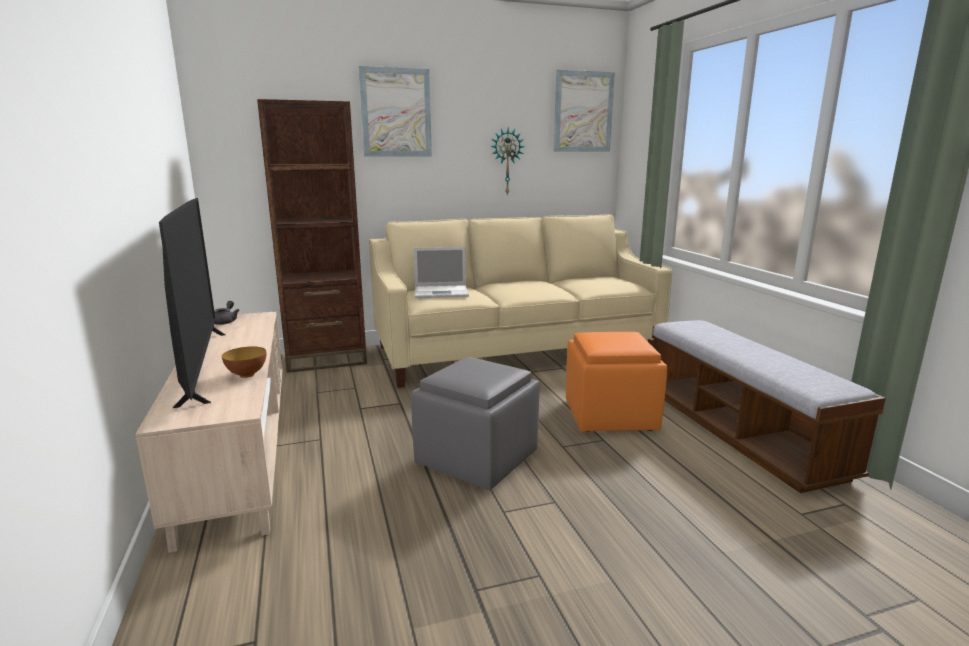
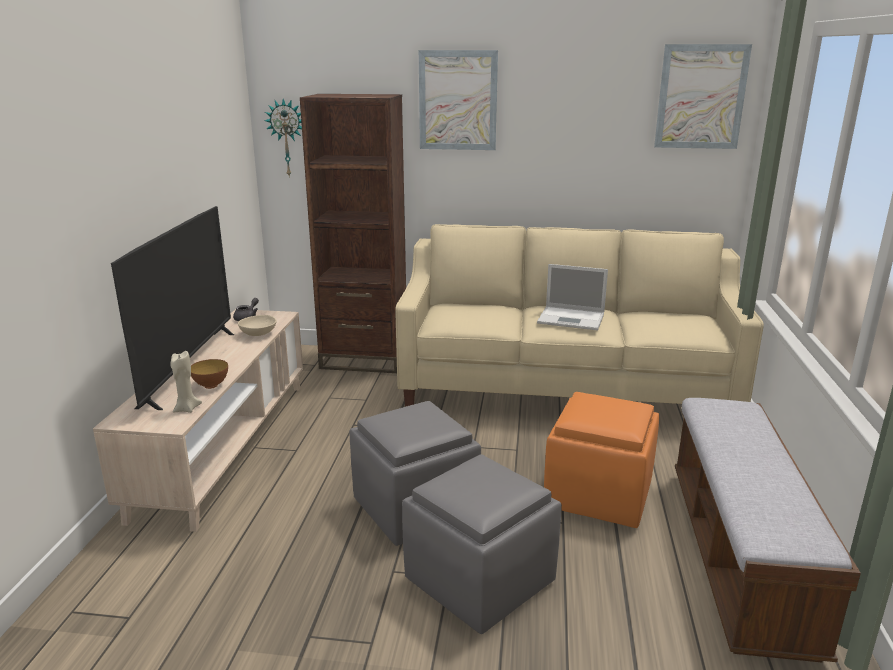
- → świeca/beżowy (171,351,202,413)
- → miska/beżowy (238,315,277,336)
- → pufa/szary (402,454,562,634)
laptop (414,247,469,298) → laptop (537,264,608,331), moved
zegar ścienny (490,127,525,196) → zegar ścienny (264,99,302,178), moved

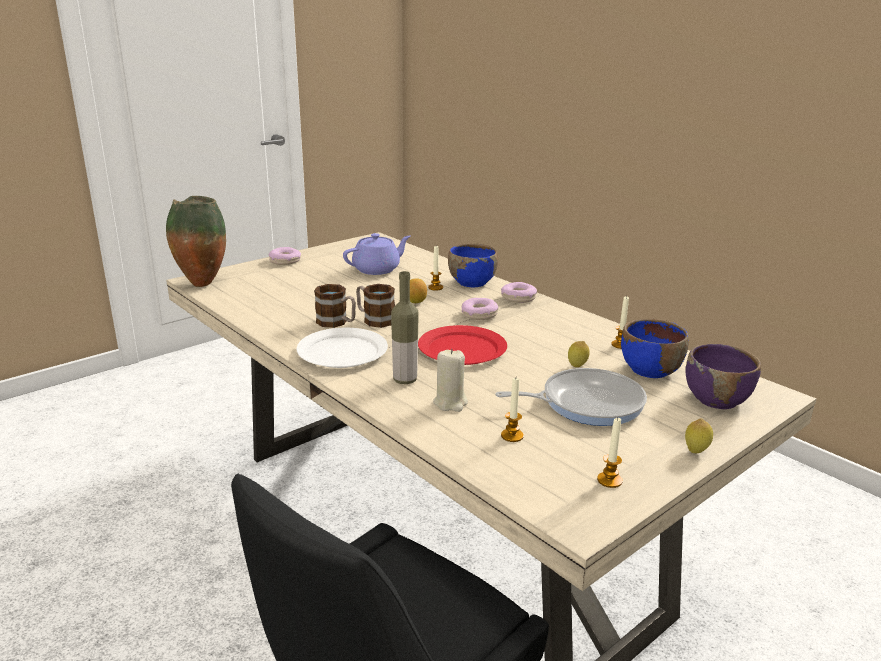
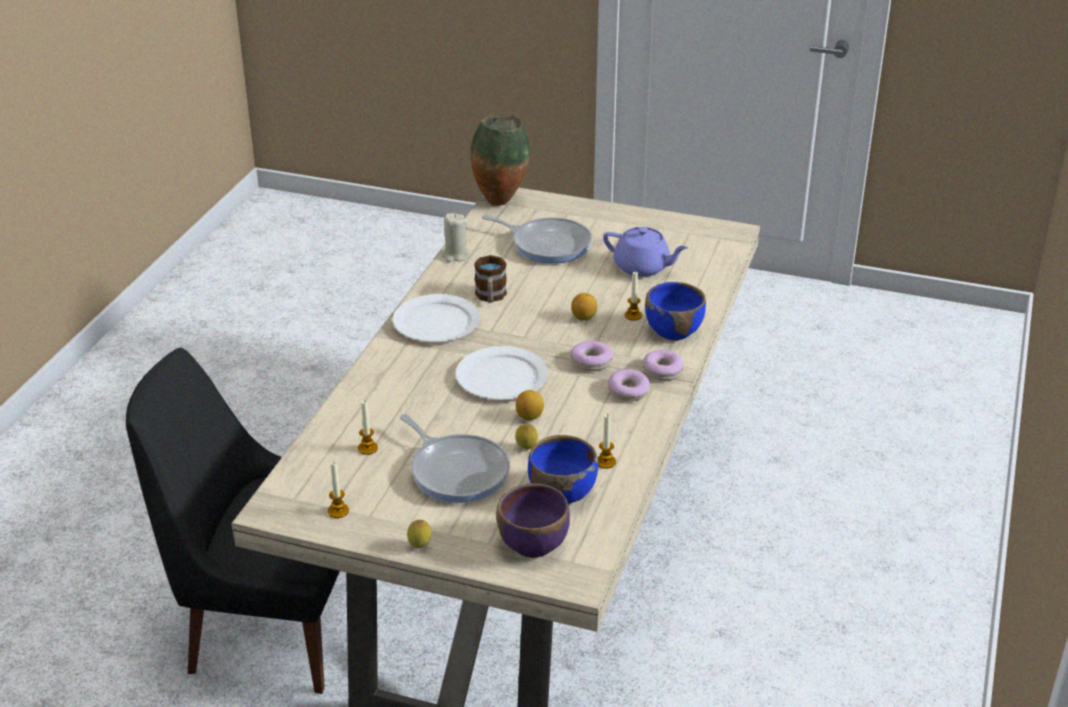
kubek (356,284,395,328) → -
butelka (391,271,419,384) → -
- → patelnia (482,215,592,264)
- → cytryna (516,390,544,420)
donut (269,247,301,265) → donut (608,369,650,401), moved
świeca/beżowy (433,349,468,412) → świeca/beżowy (441,213,471,262), moved
talerz/czerwony (418,325,507,365) → talerz/biały (456,346,548,399)

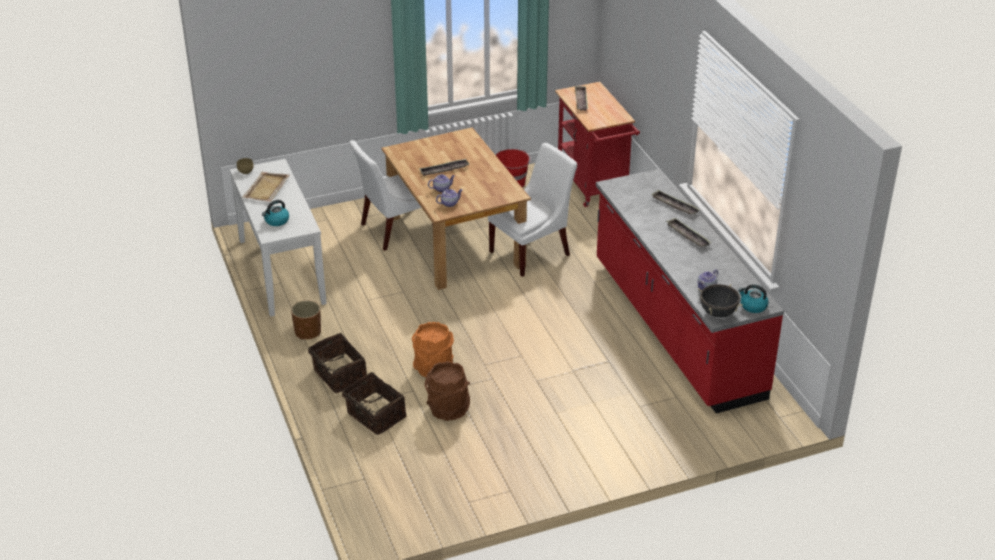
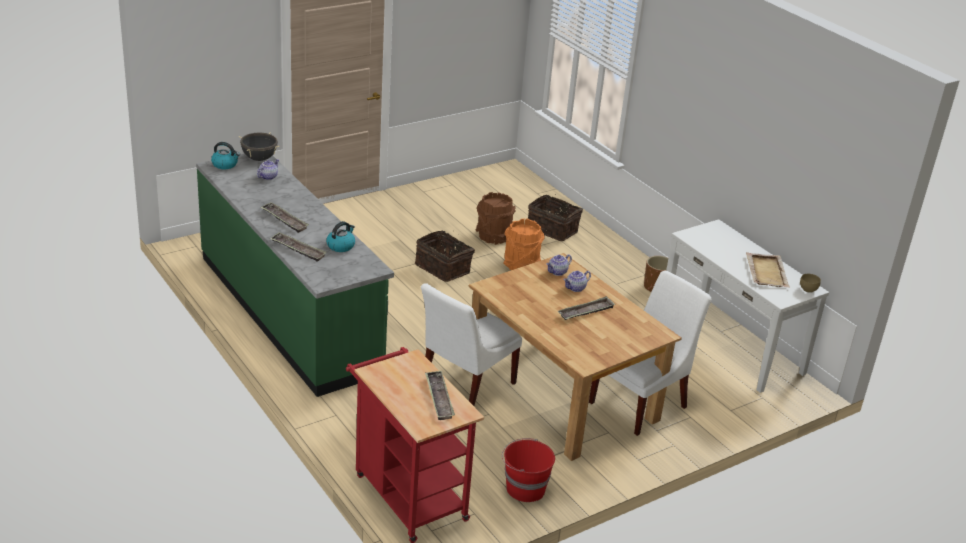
czajnik (262,200,289,226) → czajnik (326,221,355,252), moved
koszyk (308,333,367,393) → koszyk (415,230,475,282), moved
zabudowa kuchenna/czerwony (596,169,784,413) → zabudowa kuchenna/zielony (196,154,394,397)

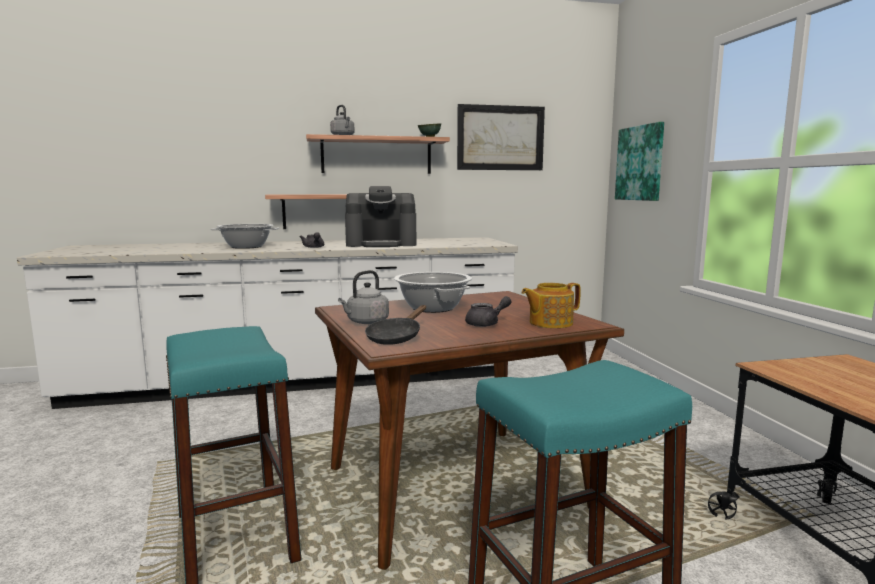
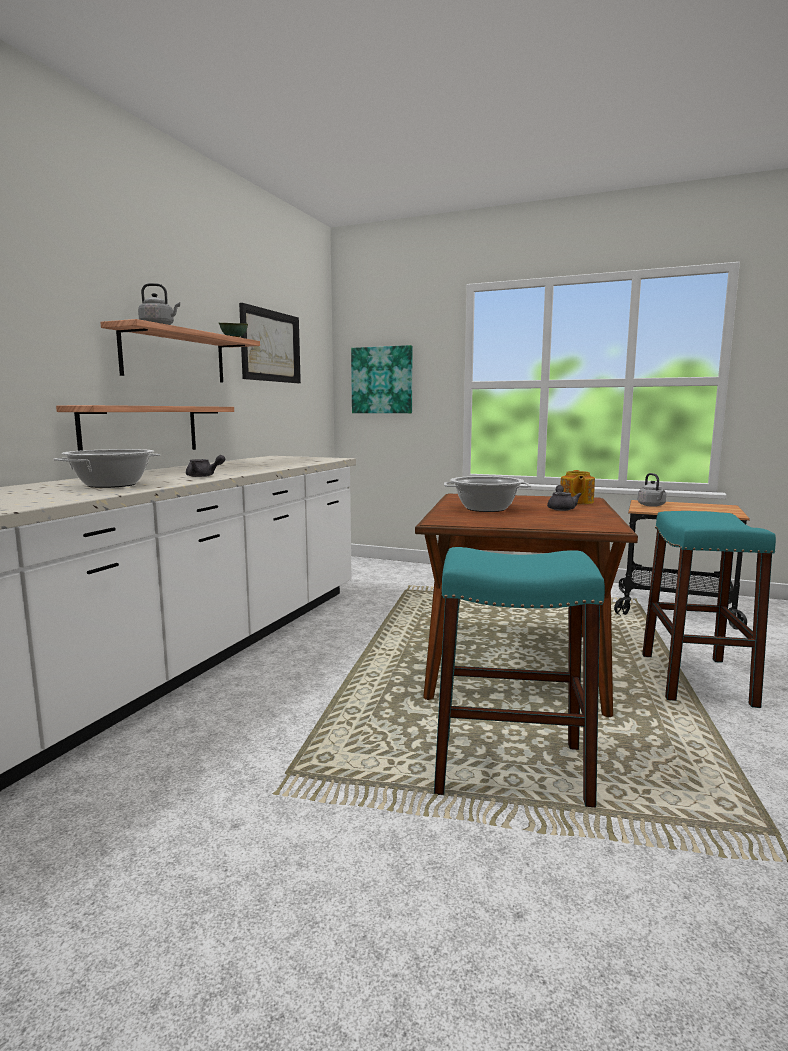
ekspres do kawy (345,186,416,247) → -
patelnia/czarny (365,305,426,345) → -
czajnik/szary (338,270,389,324) → czajnik/szary (638,473,666,507), moved

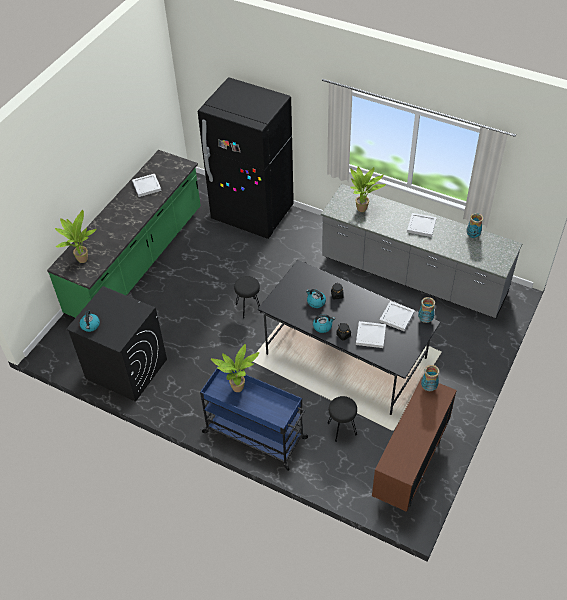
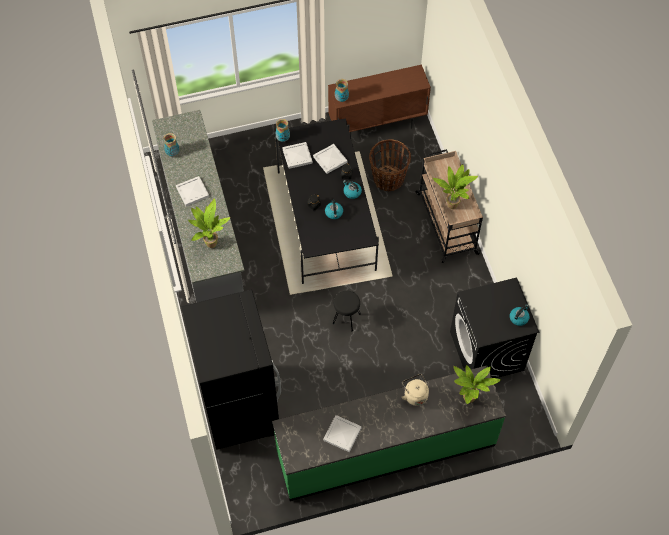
- → czajnik/beżowy (402,374,429,406)
stołek/czarny (328,396,357,442) → koszyk (369,139,411,191)
wózek/niebieski (200,368,308,471) → wózek/beżowy (416,149,483,263)

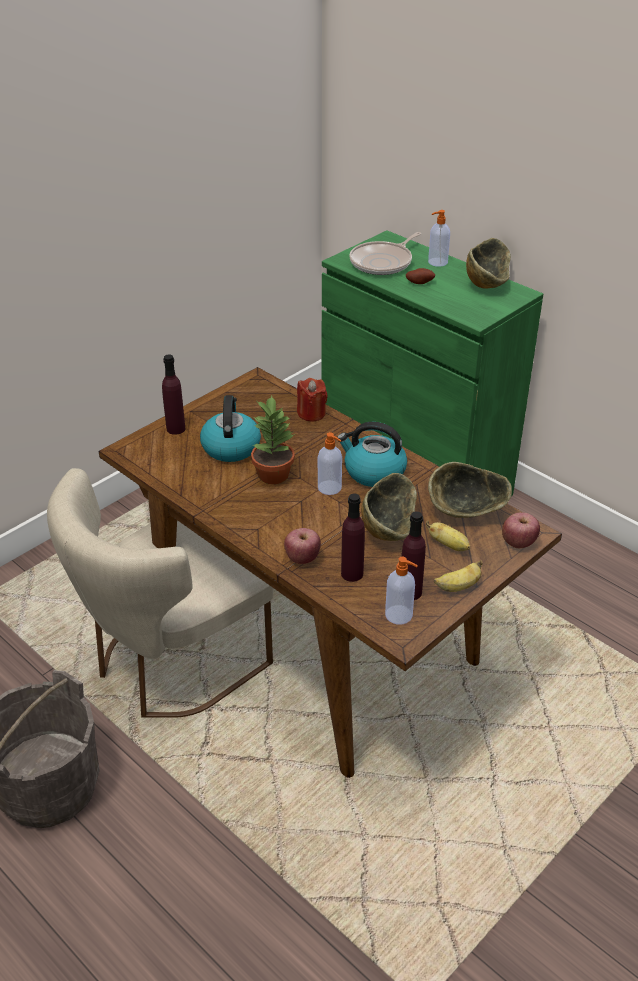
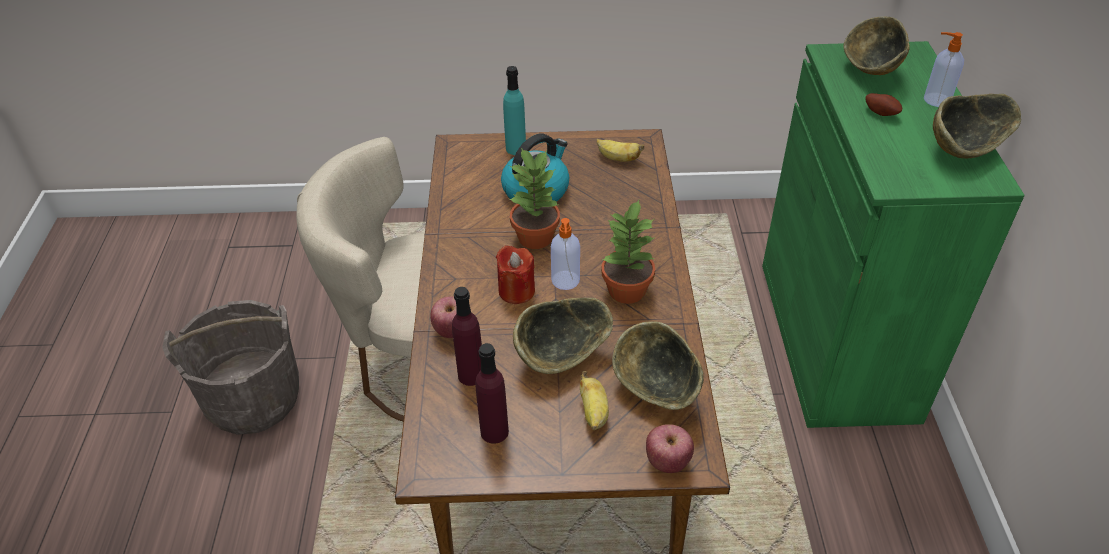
dozownik mydła (385,557,418,624) → -
świeca/czerwony (297,378,328,421) → świeca/czerwony (496,245,535,304), moved
banan (434,560,483,592) → banan (596,139,644,162), moved
czajnik (337,422,407,487) → roślina doniczkowa (601,200,655,304)
patelnia (349,232,421,275) → miska (843,17,910,75)
butelka/fioletowy (162,354,186,435) → butelka/turkusowy (503,66,526,155)

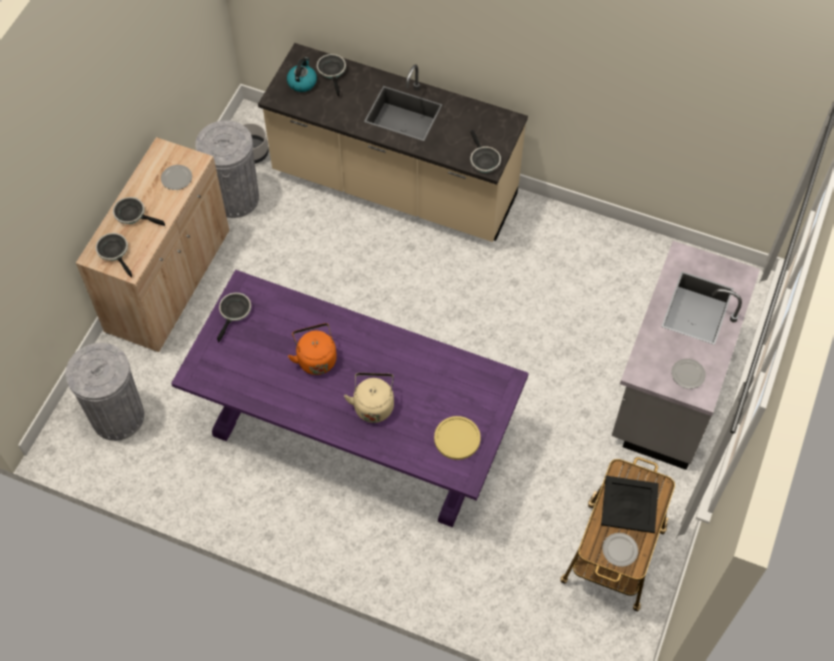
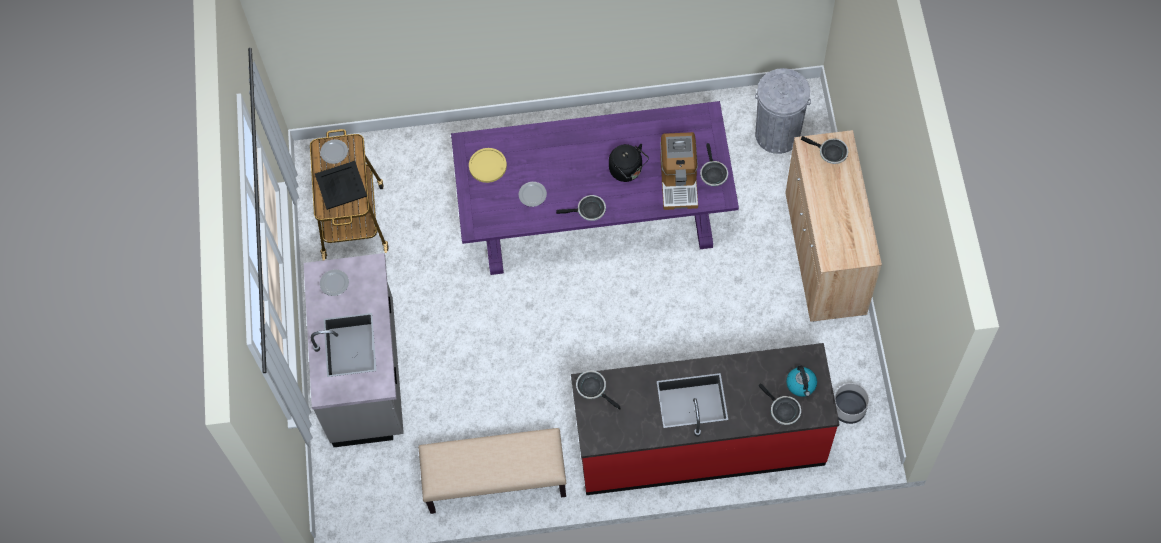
kosz na śmieci/szary (195,120,259,218) → -
czajnik/beżowy (344,373,394,423) → -
- → ławka/beżowy (418,428,566,514)
- → ekspres do kawy (660,132,698,210)
patelnia (113,197,165,226) → patelnia (556,195,606,221), moved
talerz (161,165,192,190) → talerz (519,182,547,207), moved
zabudowa kuchenna/beżowy (258,43,528,242) → zabudowa kuchenna/czerwony (571,343,840,495)
czajnik/pomarańczowy (288,323,337,375) → czajnik/czarny (609,144,649,182)

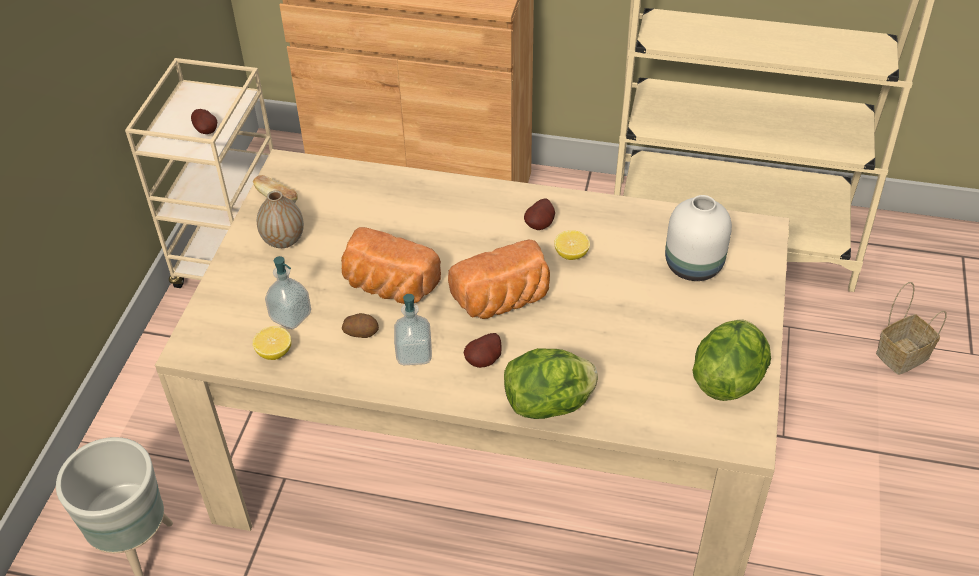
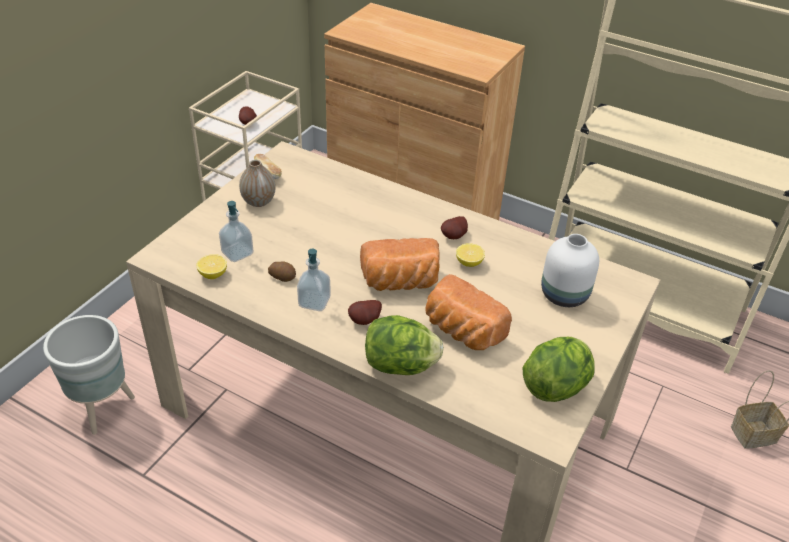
chleb (341,227,441,304) → chleb (425,274,512,350), moved

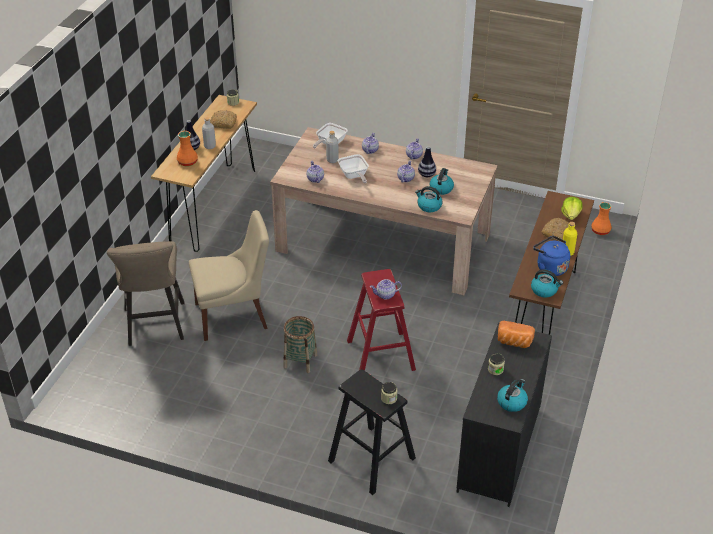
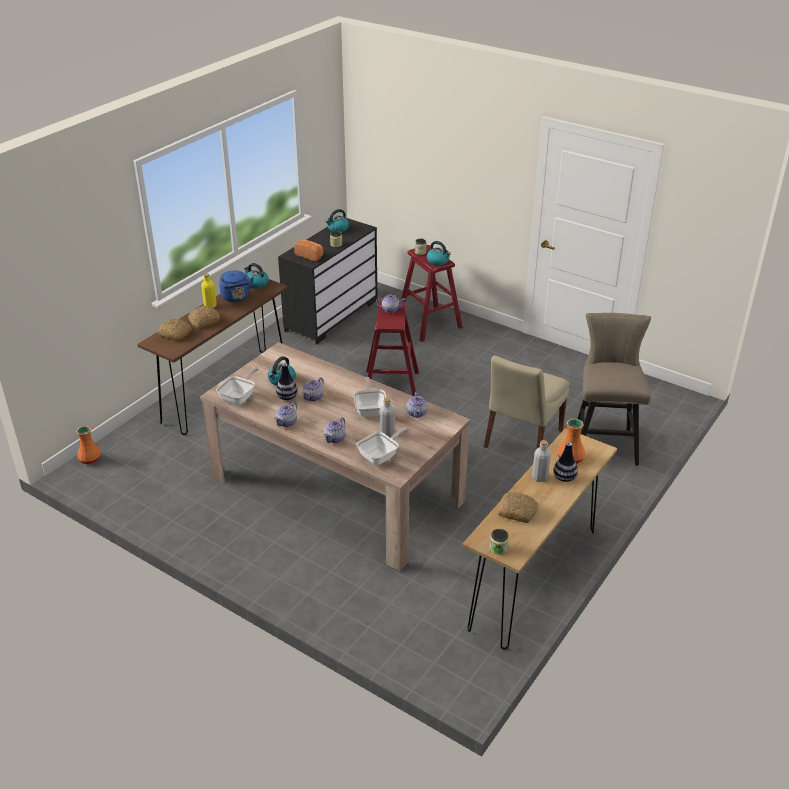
koszyk (283,316,317,373) → -
- → patelnia (216,367,259,405)
czajnik (415,186,442,212) → czajnik (427,241,451,265), moved
sałata (561,197,583,220) → chleb (157,319,192,341)
stołek/czarny (328,369,416,495) → stołek/czerwony (401,245,463,342)
krzesło/beżowy (189,210,269,341) → krzesło/beżowy (484,355,569,449), 60 degrees counterclockwise

